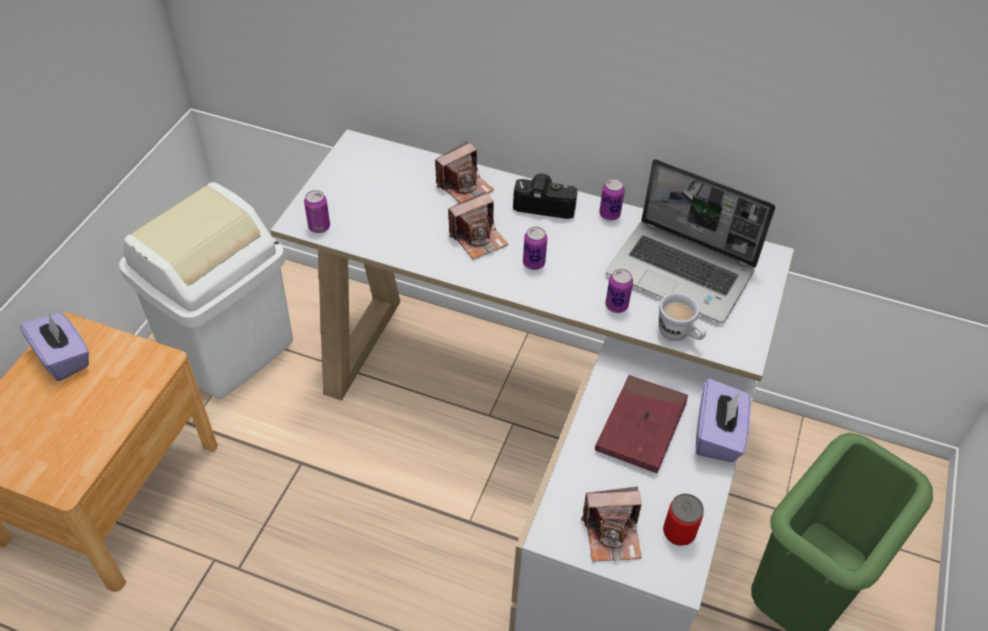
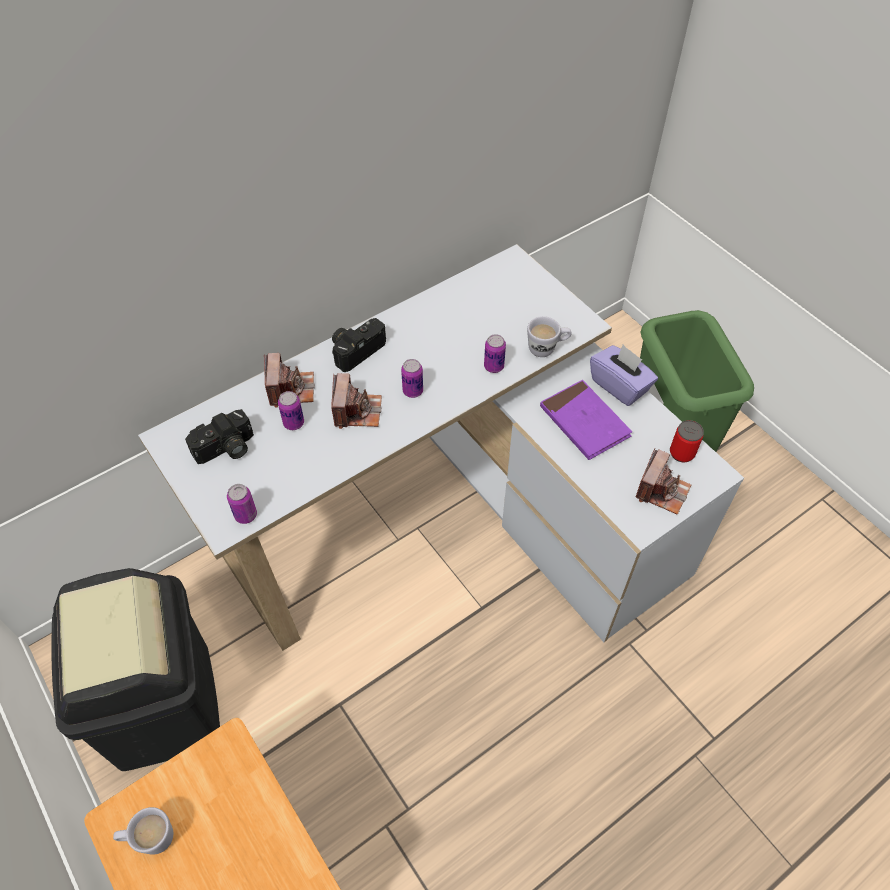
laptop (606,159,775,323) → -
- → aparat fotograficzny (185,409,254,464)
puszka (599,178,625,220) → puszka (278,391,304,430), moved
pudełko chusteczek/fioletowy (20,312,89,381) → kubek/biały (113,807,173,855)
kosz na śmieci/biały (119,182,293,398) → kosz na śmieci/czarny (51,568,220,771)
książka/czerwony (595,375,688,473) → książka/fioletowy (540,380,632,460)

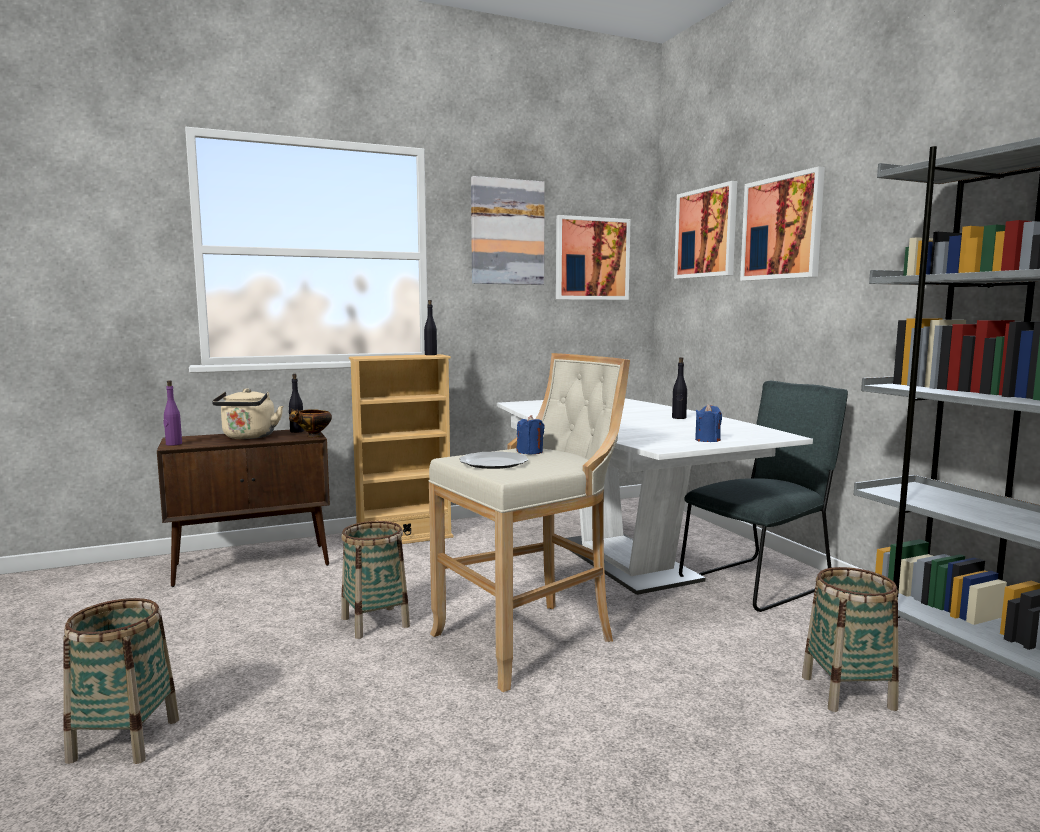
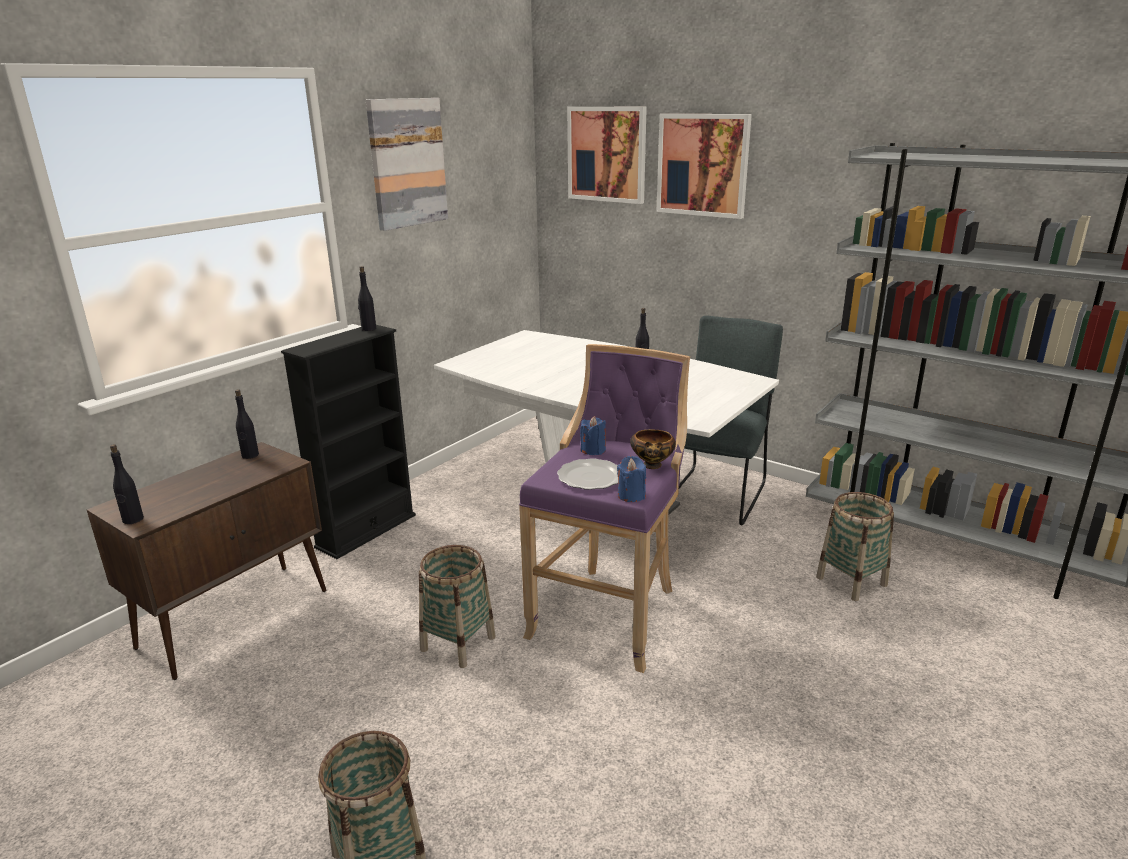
czajnik/beżowy (212,388,283,439) → -
obraz (556,215,631,300) → -
miska (289,409,332,437) → miska (630,430,676,469), moved
świeca/niebieski (695,404,722,442) → świeca/niebieski (617,456,646,502), moved
butelka/fioletowy (163,380,182,446) → butelka/czarny (110,444,144,524)
regał/beżowy (349,354,453,544) → regał/czarny (281,325,416,559)
stołek/beżowy (428,353,630,692) → stołek/fioletowy (519,344,690,673)

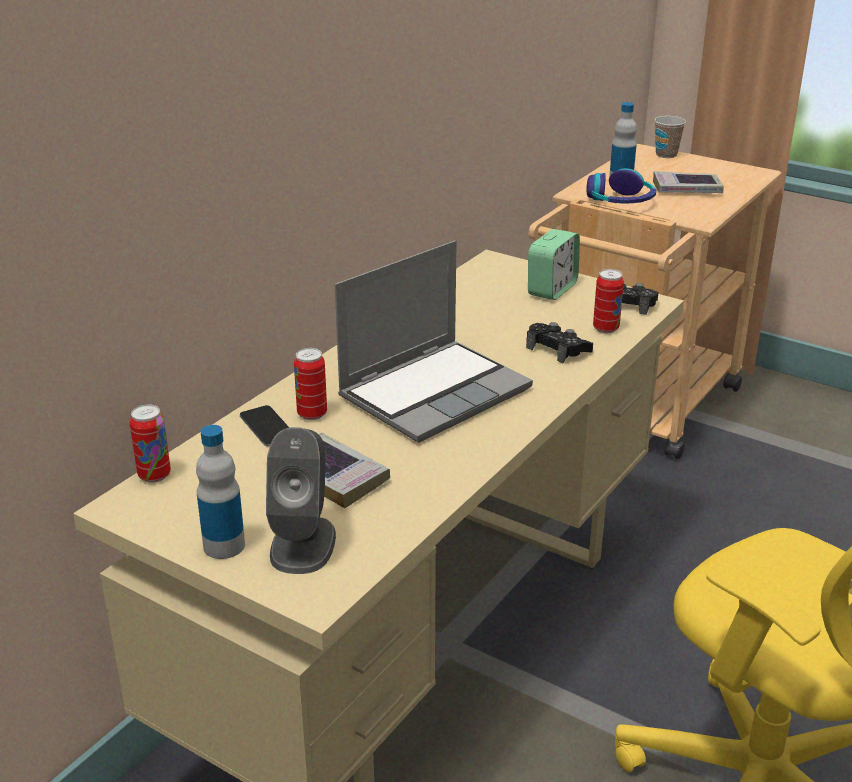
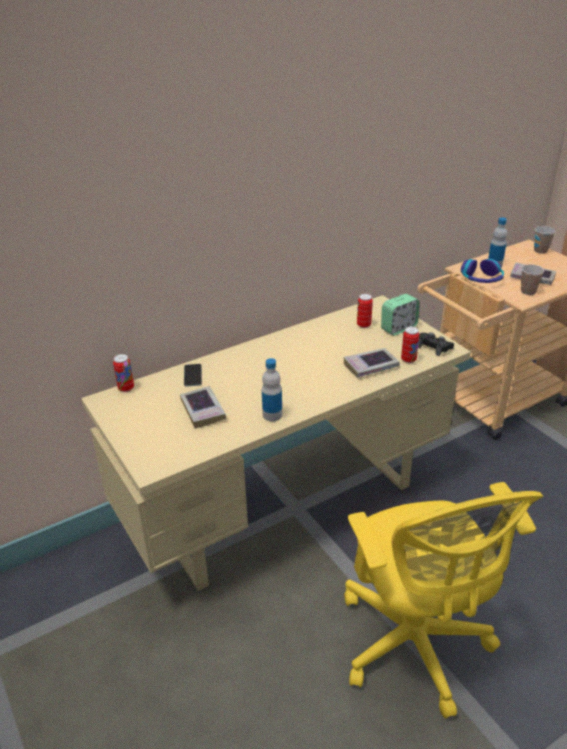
głośnik/szary (266,427,336,574) → -
laptop (335,240,533,443) → -
- → filiżanka (521,264,544,295)
butelka (196,425,245,559) → butelka (262,358,282,421), moved
puszka (294,348,327,420) → puszka (357,293,373,328), moved
pad do gier/czarny (526,322,593,364) → książka (344,348,400,378)

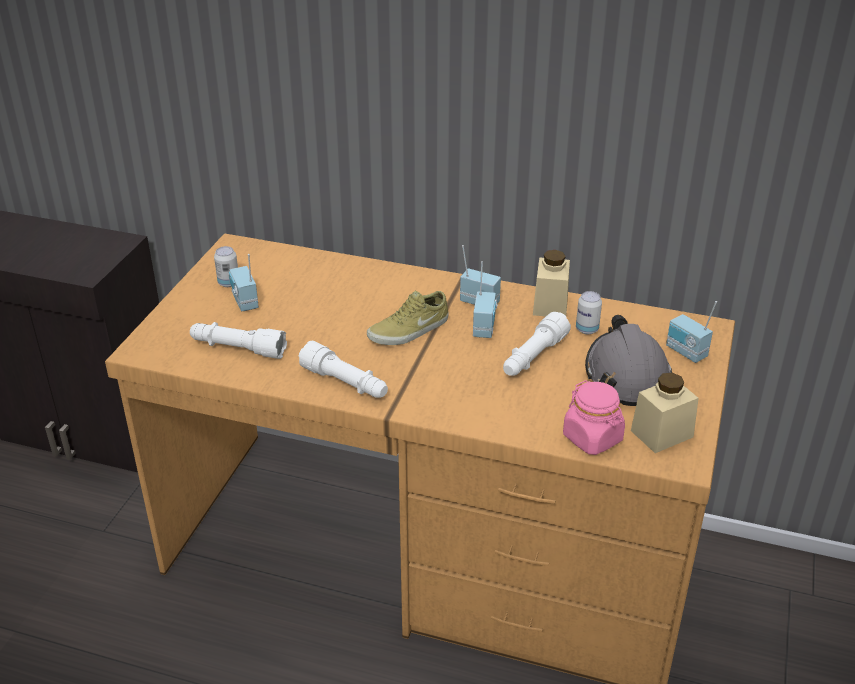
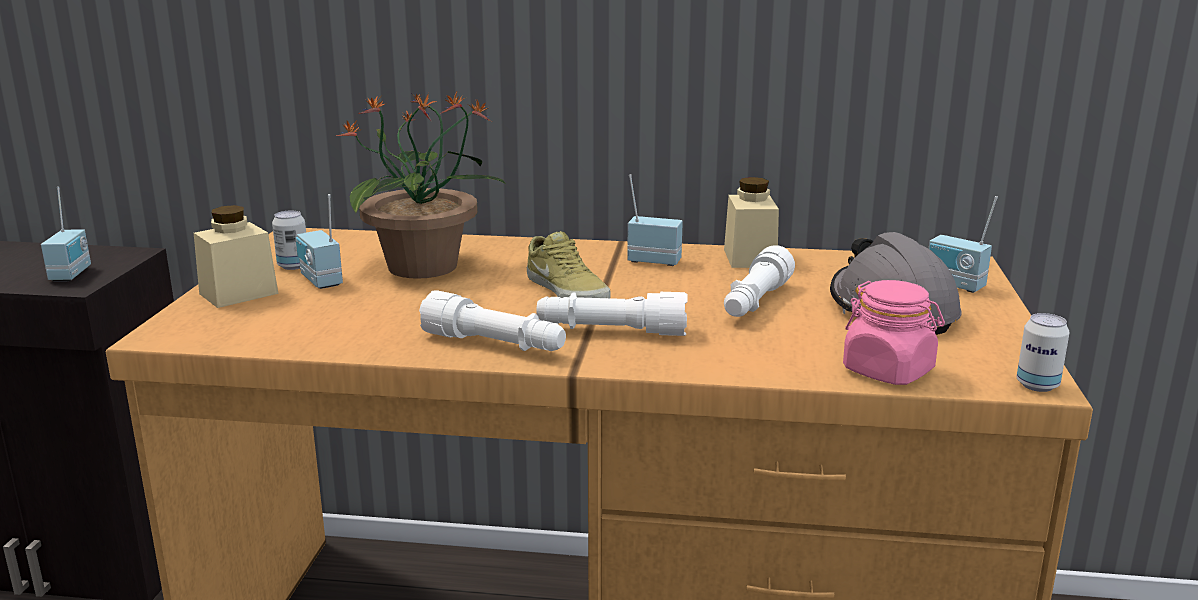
- → roślina doniczkowa (336,90,507,279)
latarka/biały (190,322,287,359) → latarka/biały (536,292,688,336), moved
radio (473,261,498,338) → radio (41,187,91,281), moved
puszka (576,291,602,334) → puszka (1017,313,1070,392), moved
słoik/beżowy (631,373,699,453) → słoik/beżowy (194,205,278,308), moved
but/beżowy (367,291,449,345) → but/beżowy (527,231,611,298), 75 degrees counterclockwise

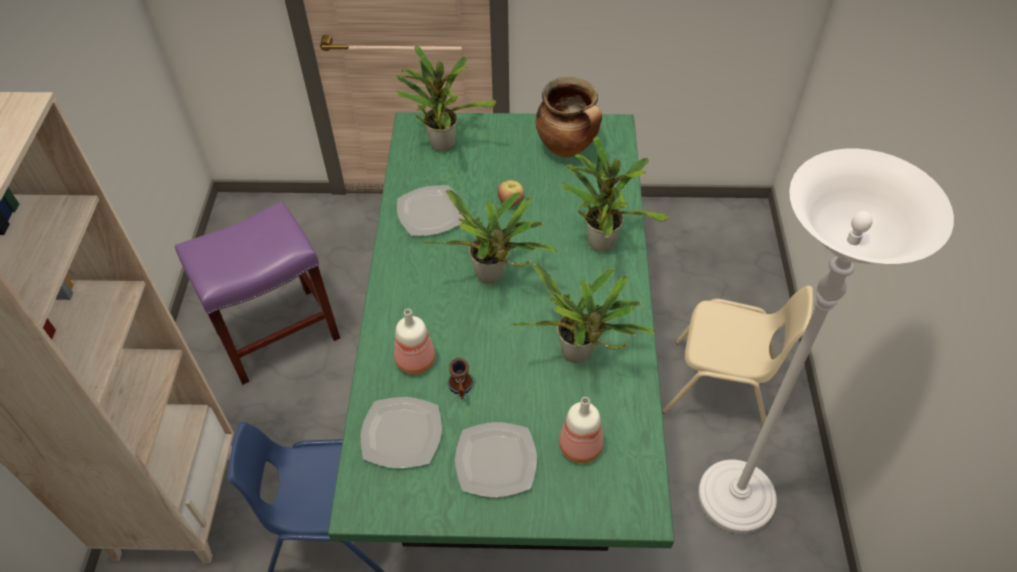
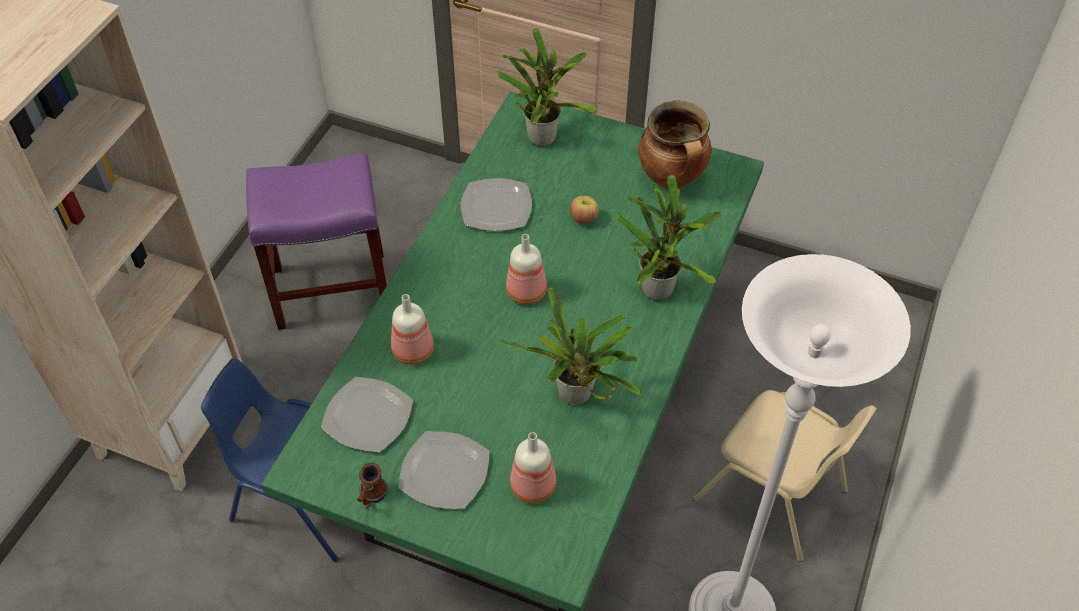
kubek (448,358,473,400) → kubek (357,463,388,509), moved
roślina doniczkowa (423,189,557,284) → butelka (506,234,547,305)

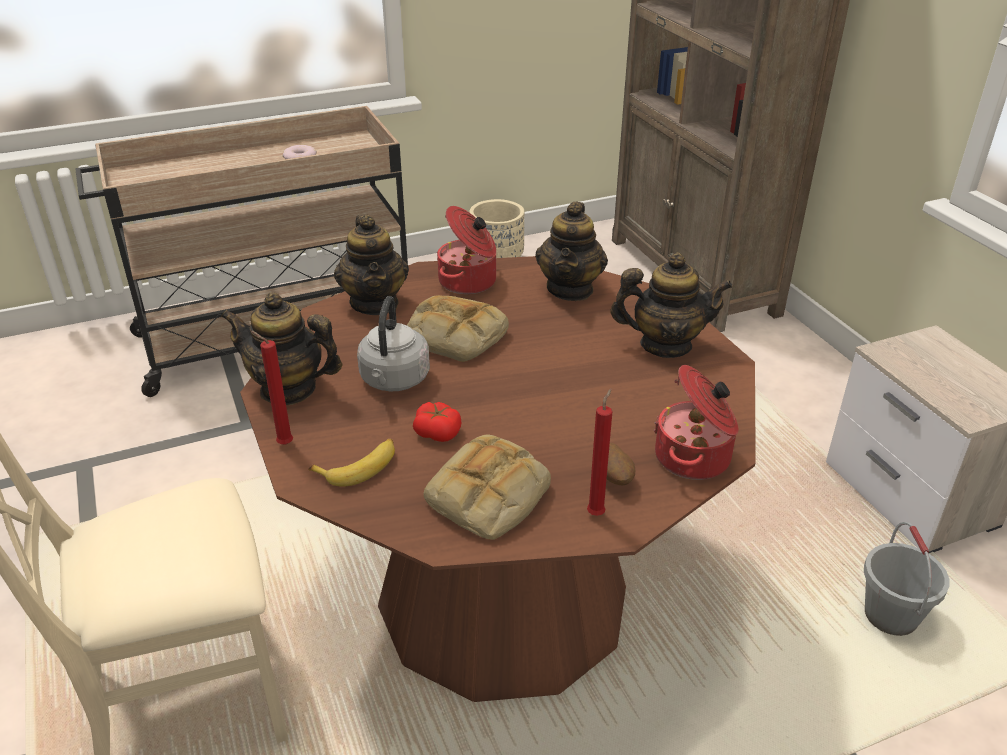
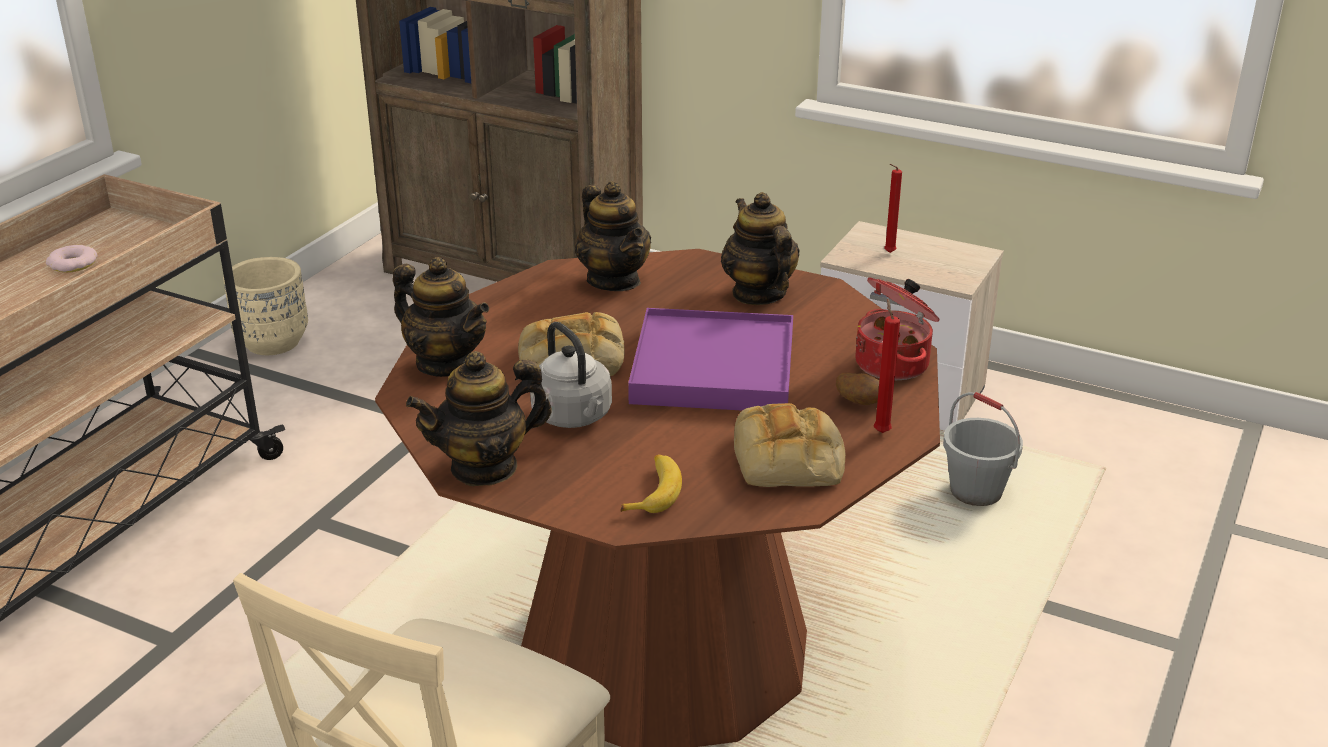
pomidor (413,402,462,442) → -
garnek (437,206,496,294) → -
- → taca/fioletowy (628,308,793,411)
świeca/czerwony (251,330,293,445) → świeca/czerwony (884,164,902,253), moved
imbryk (610,253,733,358) → imbryk (721,192,800,305), 75 degrees counterclockwise

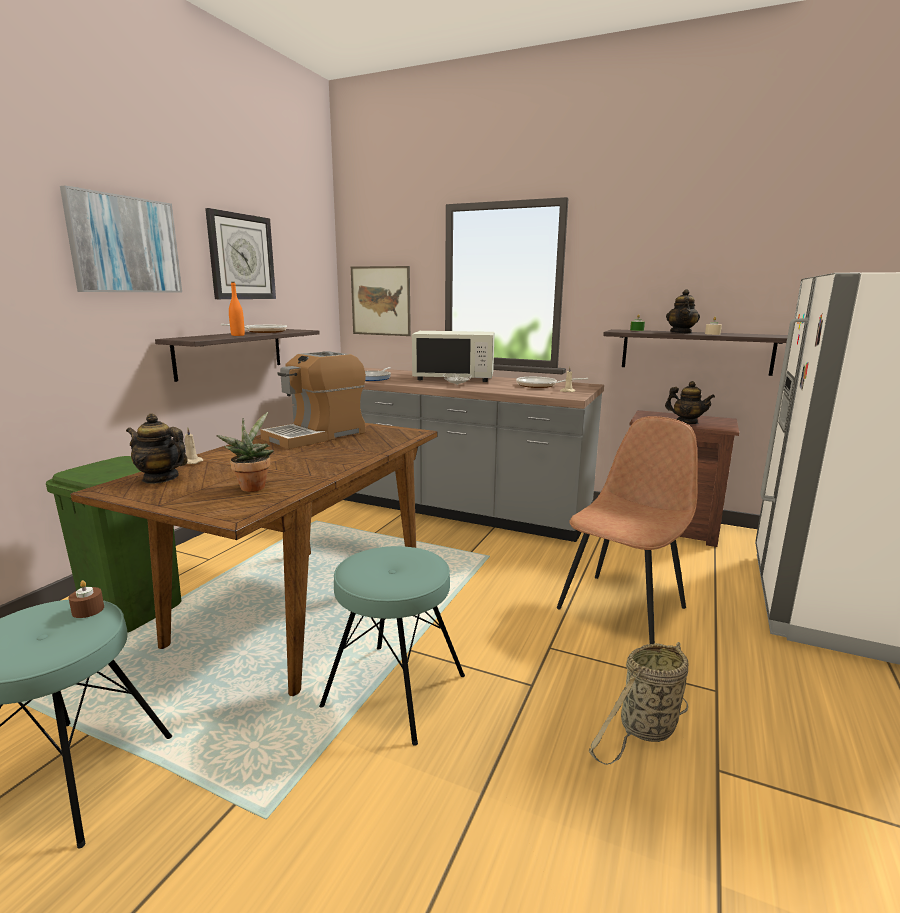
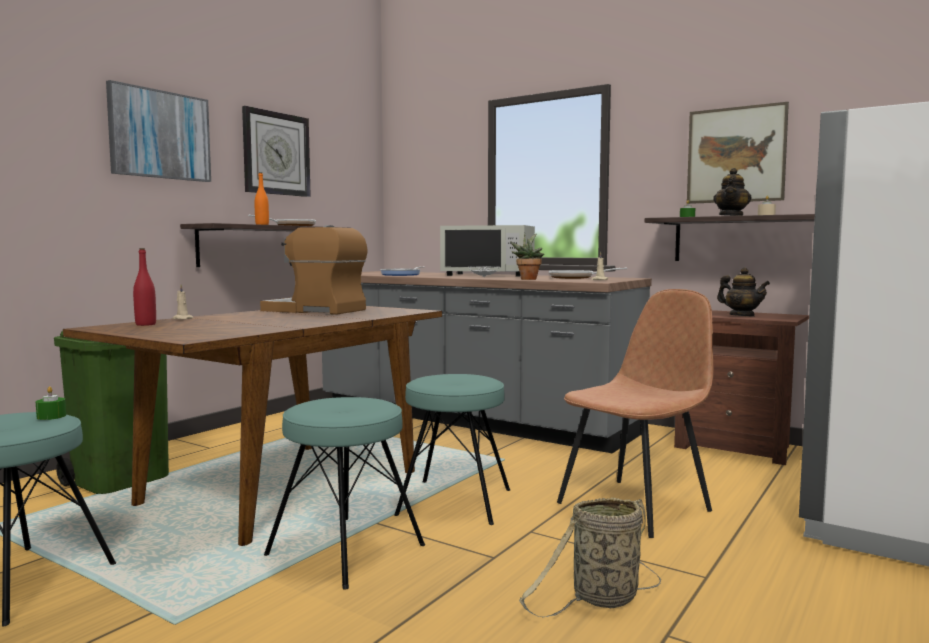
- → stołek/turkusowy (394,374,510,525)
roślina doniczkowa (216,412,273,492) → roślina doniczkowa (510,233,544,280), moved
obraz (351,266,411,336) → obraz (687,102,789,204), moved
imbryk (126,414,188,484) → butelka/czerwony (133,248,156,326)
świeca/brązowy (69,580,104,618) → świeca/zielony (36,386,66,420)
ekspres do kawy (260,351,366,449) → ekspres do kawy (260,225,368,315), 60 degrees clockwise

